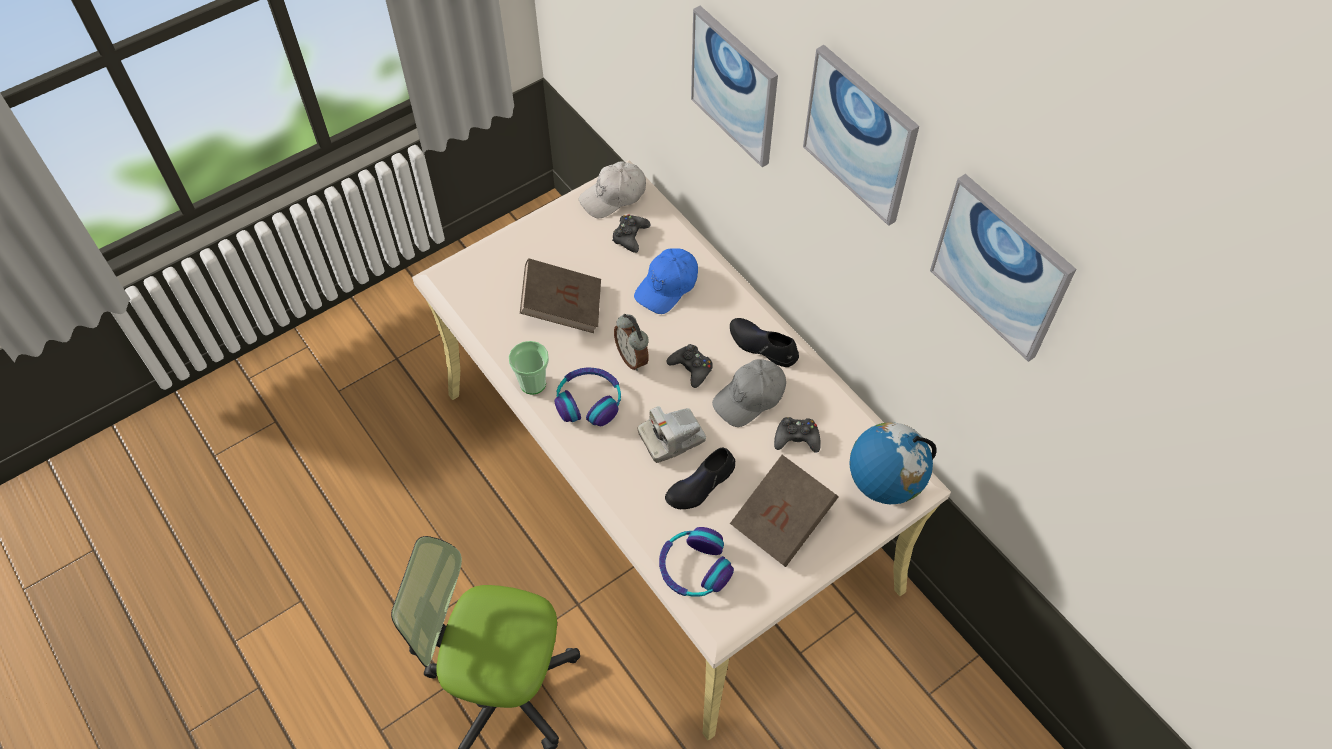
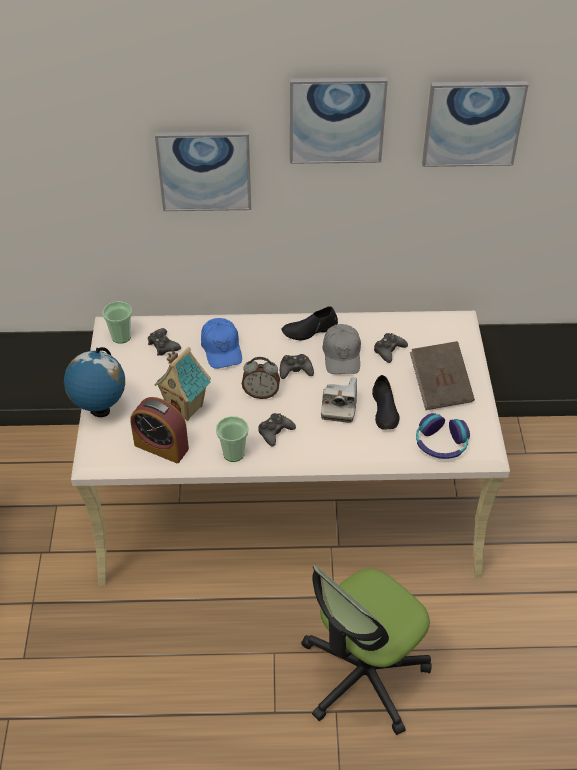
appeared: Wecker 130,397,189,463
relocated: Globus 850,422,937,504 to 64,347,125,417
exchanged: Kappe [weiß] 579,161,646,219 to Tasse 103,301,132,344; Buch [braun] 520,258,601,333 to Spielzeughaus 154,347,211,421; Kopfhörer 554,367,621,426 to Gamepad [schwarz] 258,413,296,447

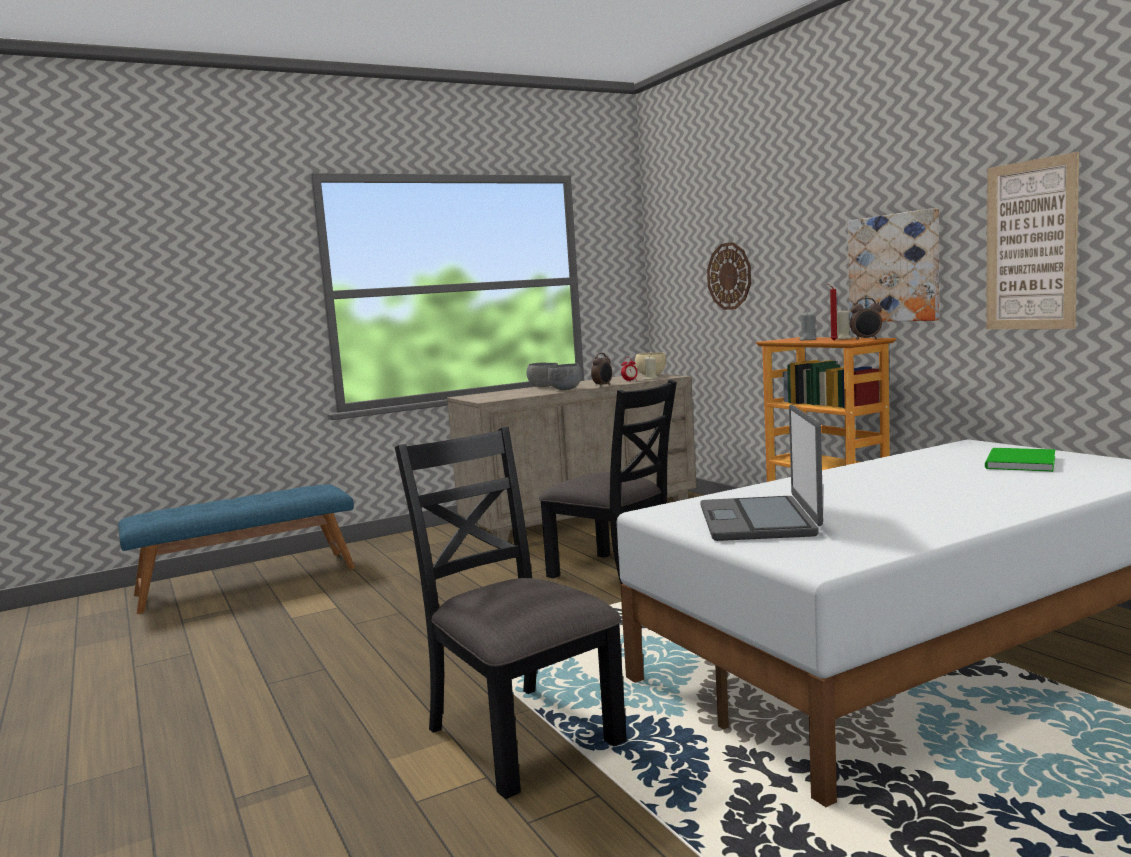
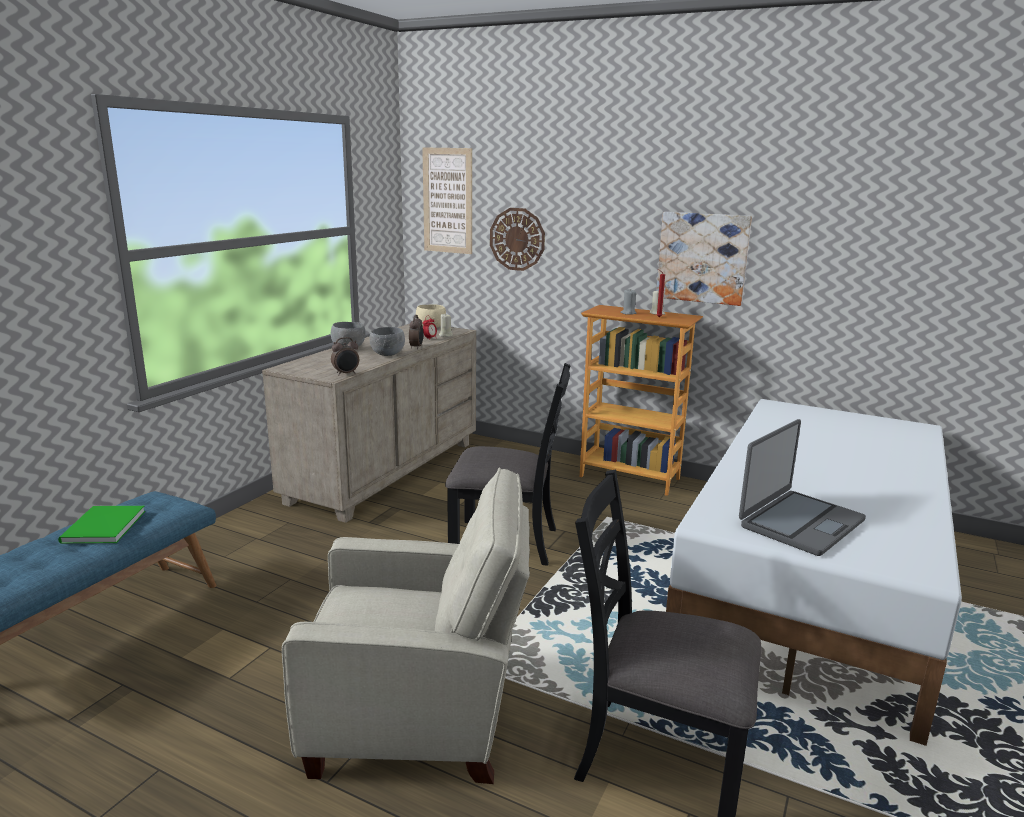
appeared: Sessel [beige] 282,467,530,784
relocated: Buch [grün] 985,448,1055,472 to 58,506,145,544; Wecker 850,298,882,340 to 331,337,359,375; Bild 986,152,1079,329 to 422,147,472,254
spun: Laptop 700,405,823,541 = 739,419,866,556 105 degrees counterclockwise

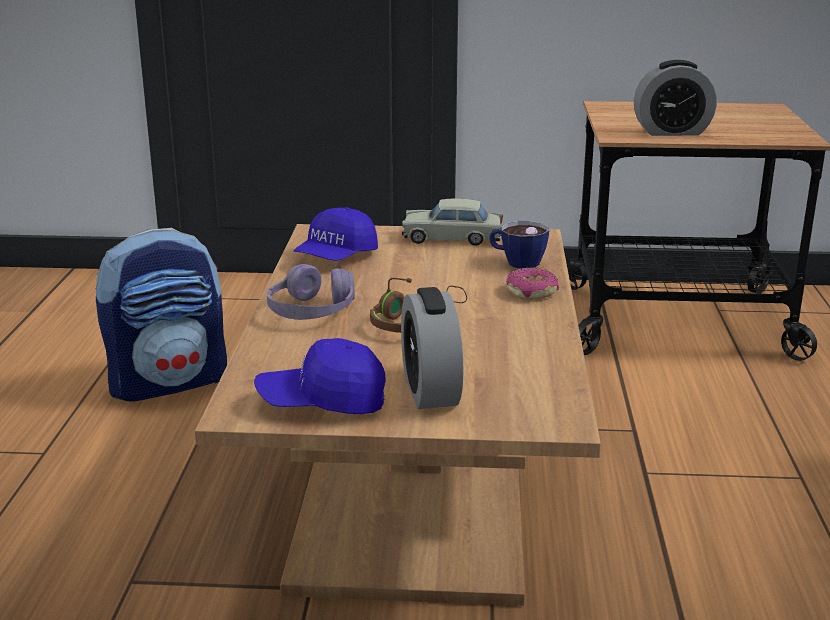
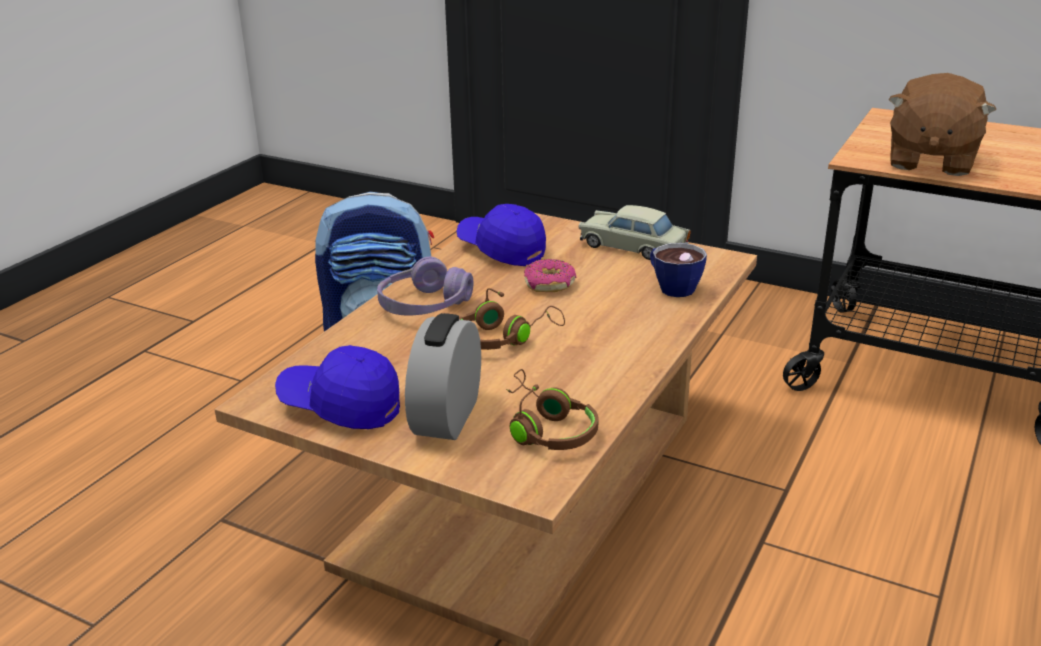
appeared: Kopfhörer [braun] 506,369,599,450
relocated: Donut 506,267,559,300 to 524,259,576,292
exchanged: Wecker 634,60,717,136 to Plüschtier [braun] 889,73,996,176
spun: Kappe [blau] 293,207,378,261 = 457,204,546,266 75 degrees clockwise

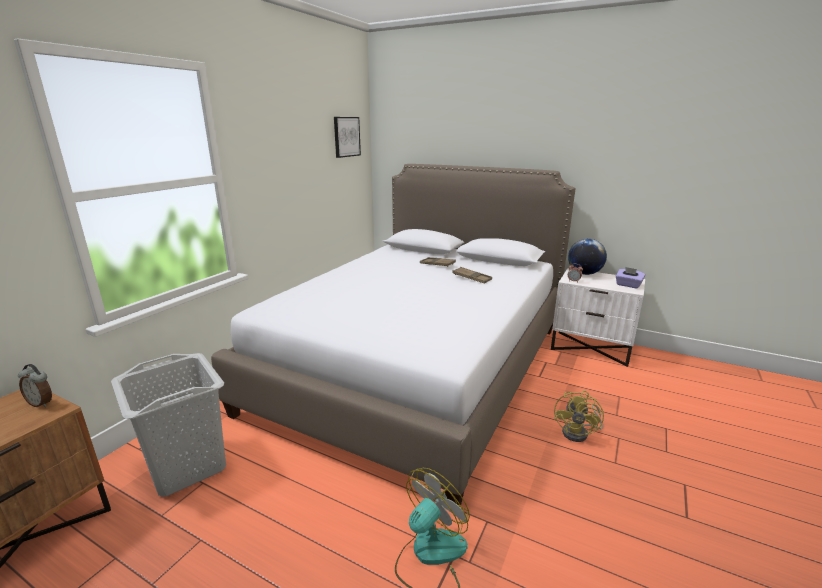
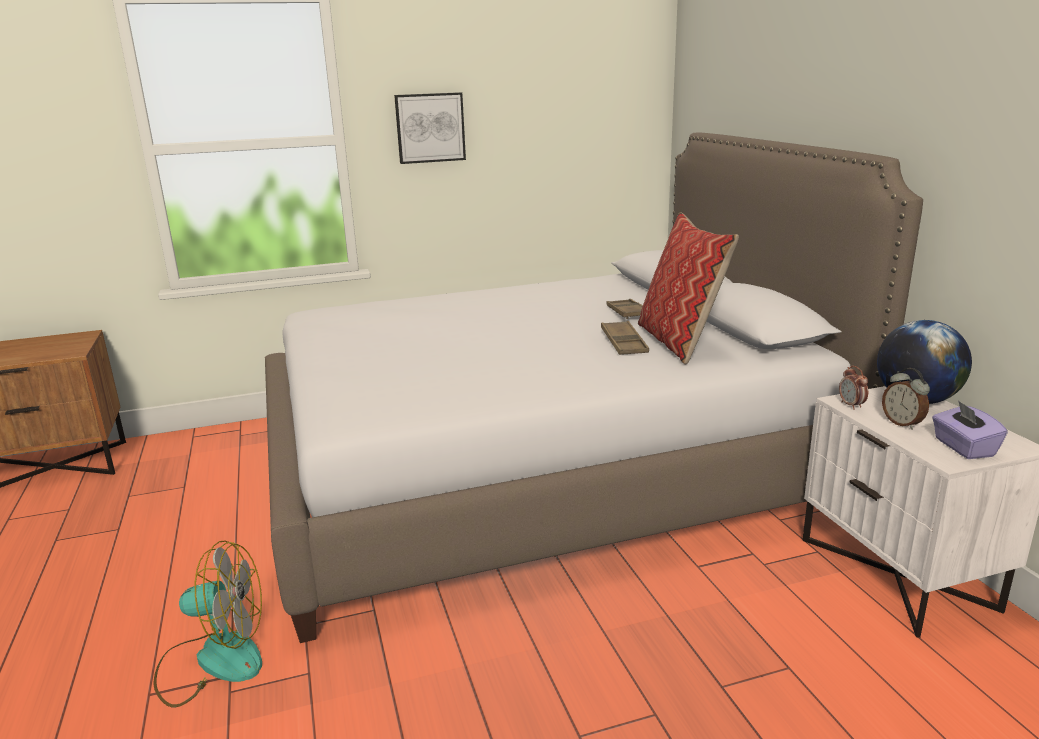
missing: Wäschekorb [grau] 111,353,226,497; Ventilator [gelb] 554,391,604,442
appeared: Kissen 638,212,739,364
relocated: Bild 334,117,361,158 to 394,92,466,164; Wecker 18,364,52,407 to 882,368,930,430

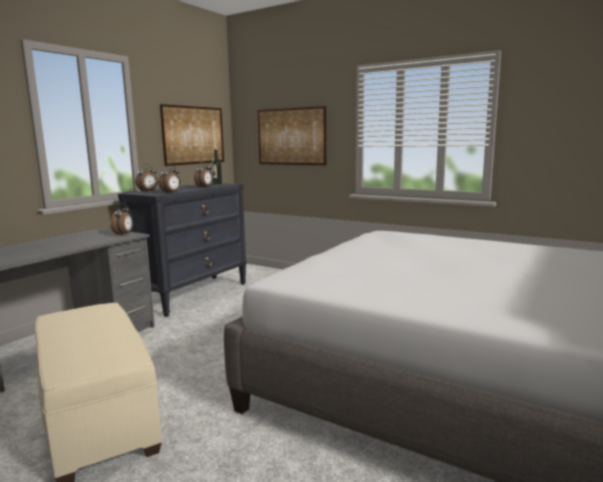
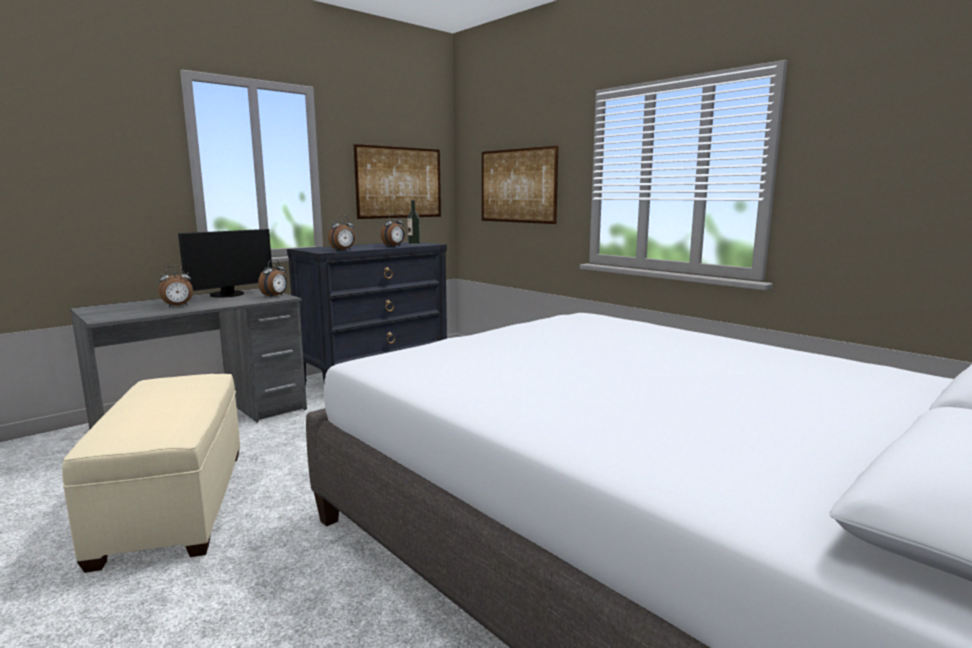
appeared: Monitor 178,229,272,297
relocated: Wecker 135,164,157,192 to 159,266,193,307

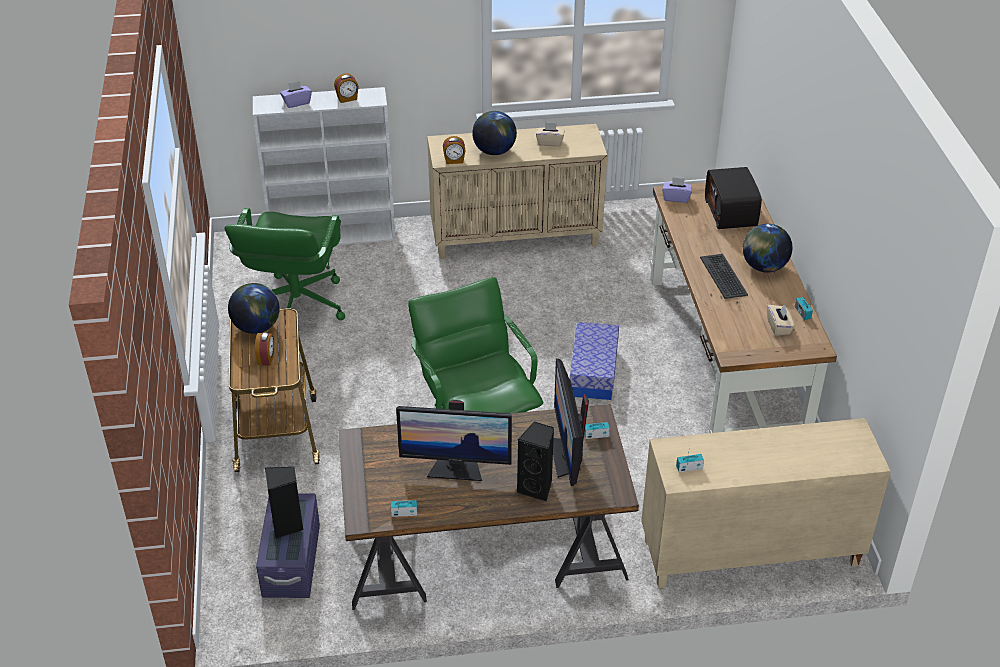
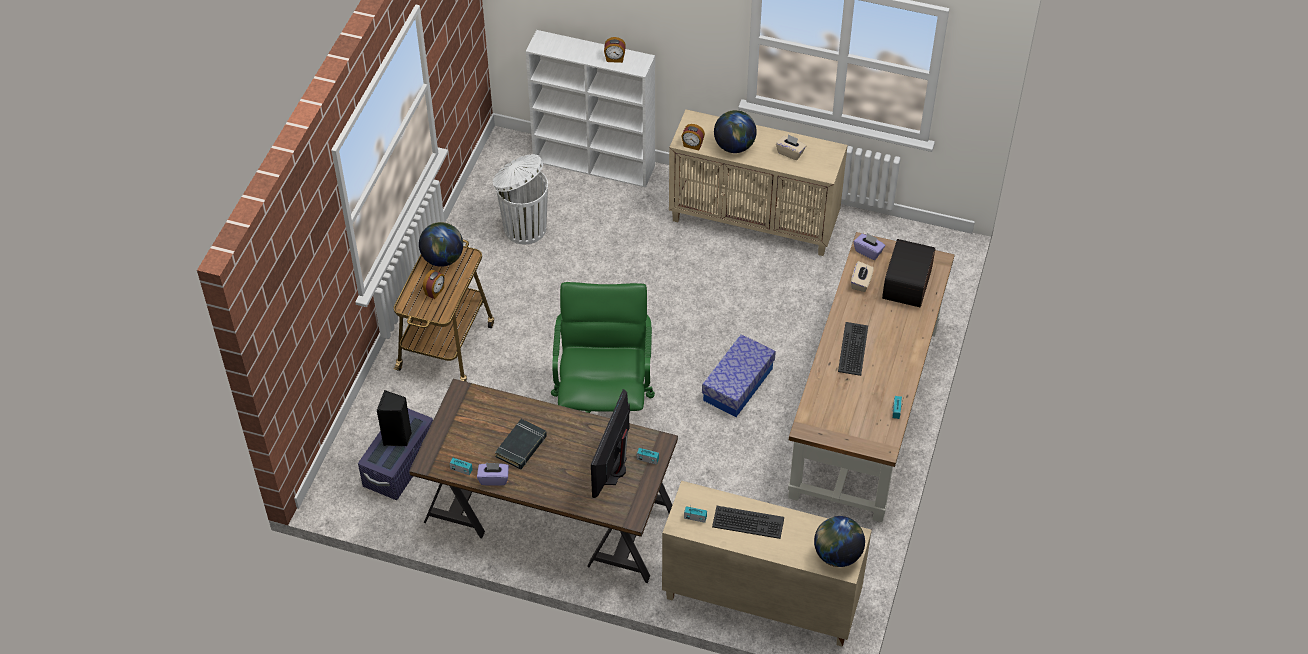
missing: Lautsprecher [schwarz] 517,421,554,502
appeared: Tastatur 712,506,784,539
relocated: Taschentuchbox [lila] 280,81,312,108 to 477,462,509,485; Globus 743,224,792,273 to 814,516,865,567; Taschentuchbox [beige] 767,305,795,336 to 851,261,874,292
exchanged: Bürostuhl [grün] 225,208,345,336 to Mülleimer [weiß] 493,154,548,244; Monitor 396,400,512,481 to Buch [schwarz] 495,419,547,470

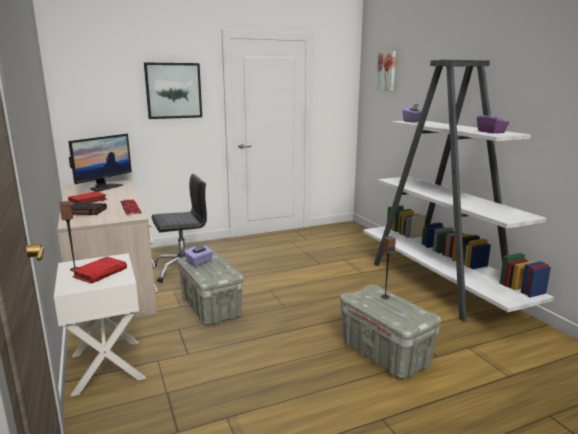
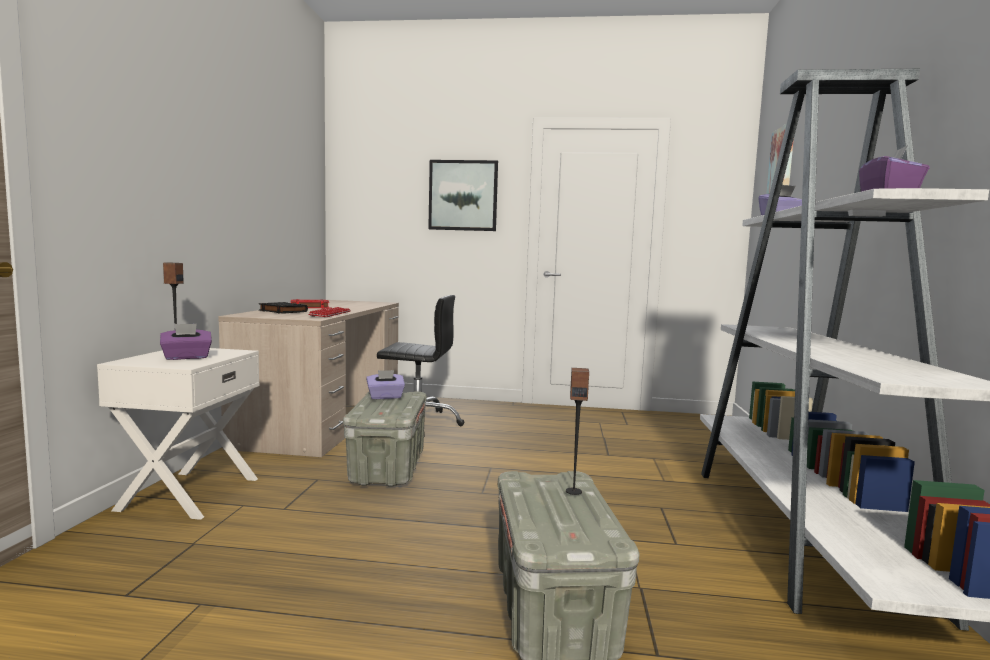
missing: Monitor 68,134,132,192
exchanged: Buch [rot] 71,257,127,283 to Taschentuchbox [lila] 160,324,212,360

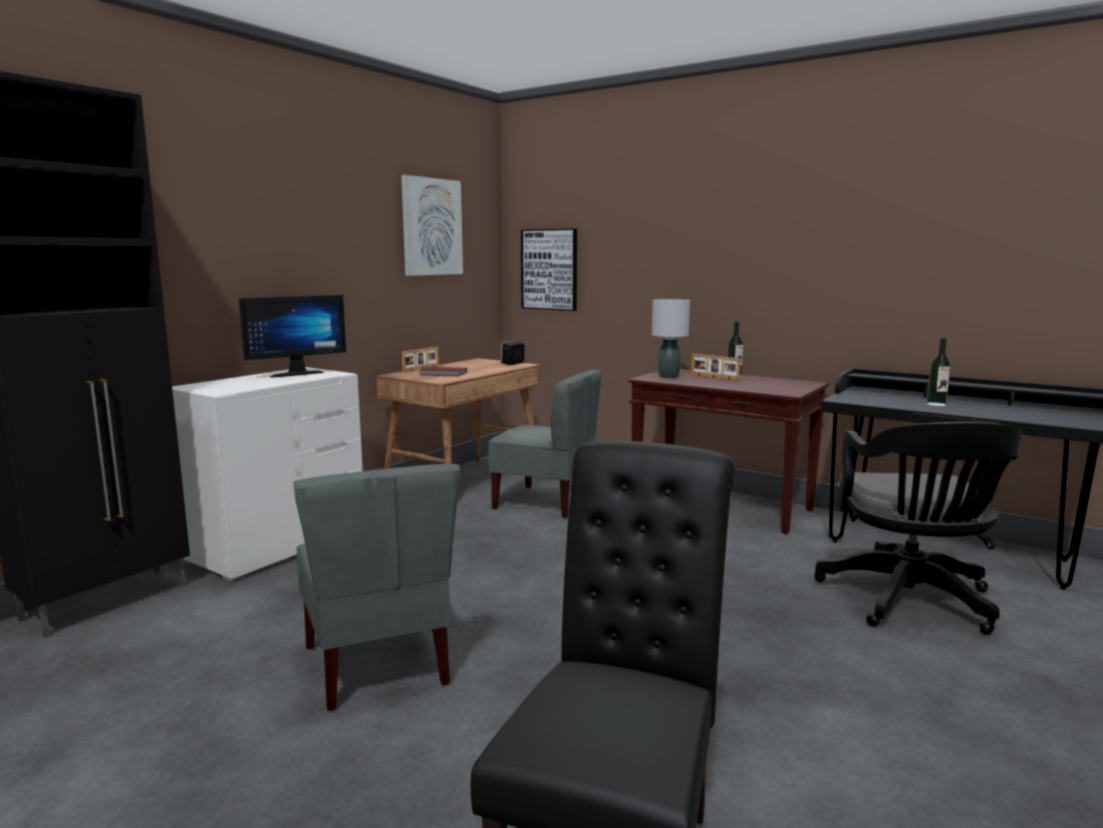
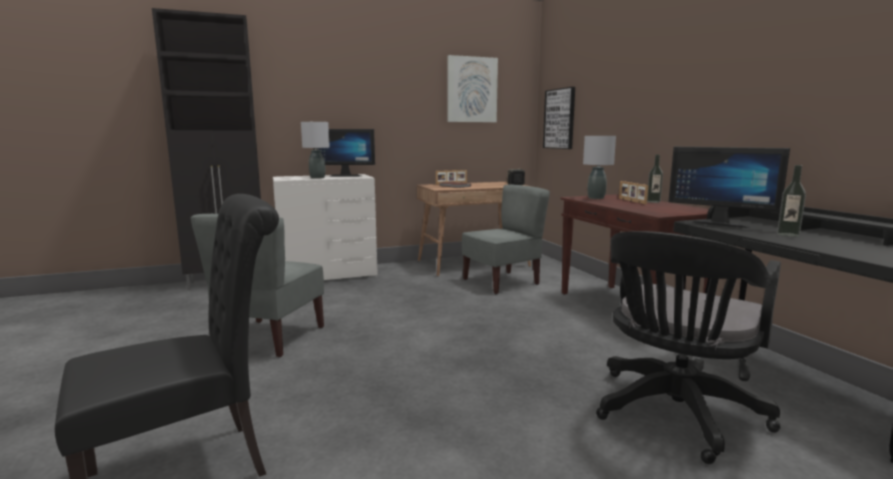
appeared: Tischlampe [grau] 301,122,330,179; Monitor 668,147,790,228
spun: Stuhl [grau] 488,370,602,518 = 462,185,550,294 90 degrees counterclockwise

